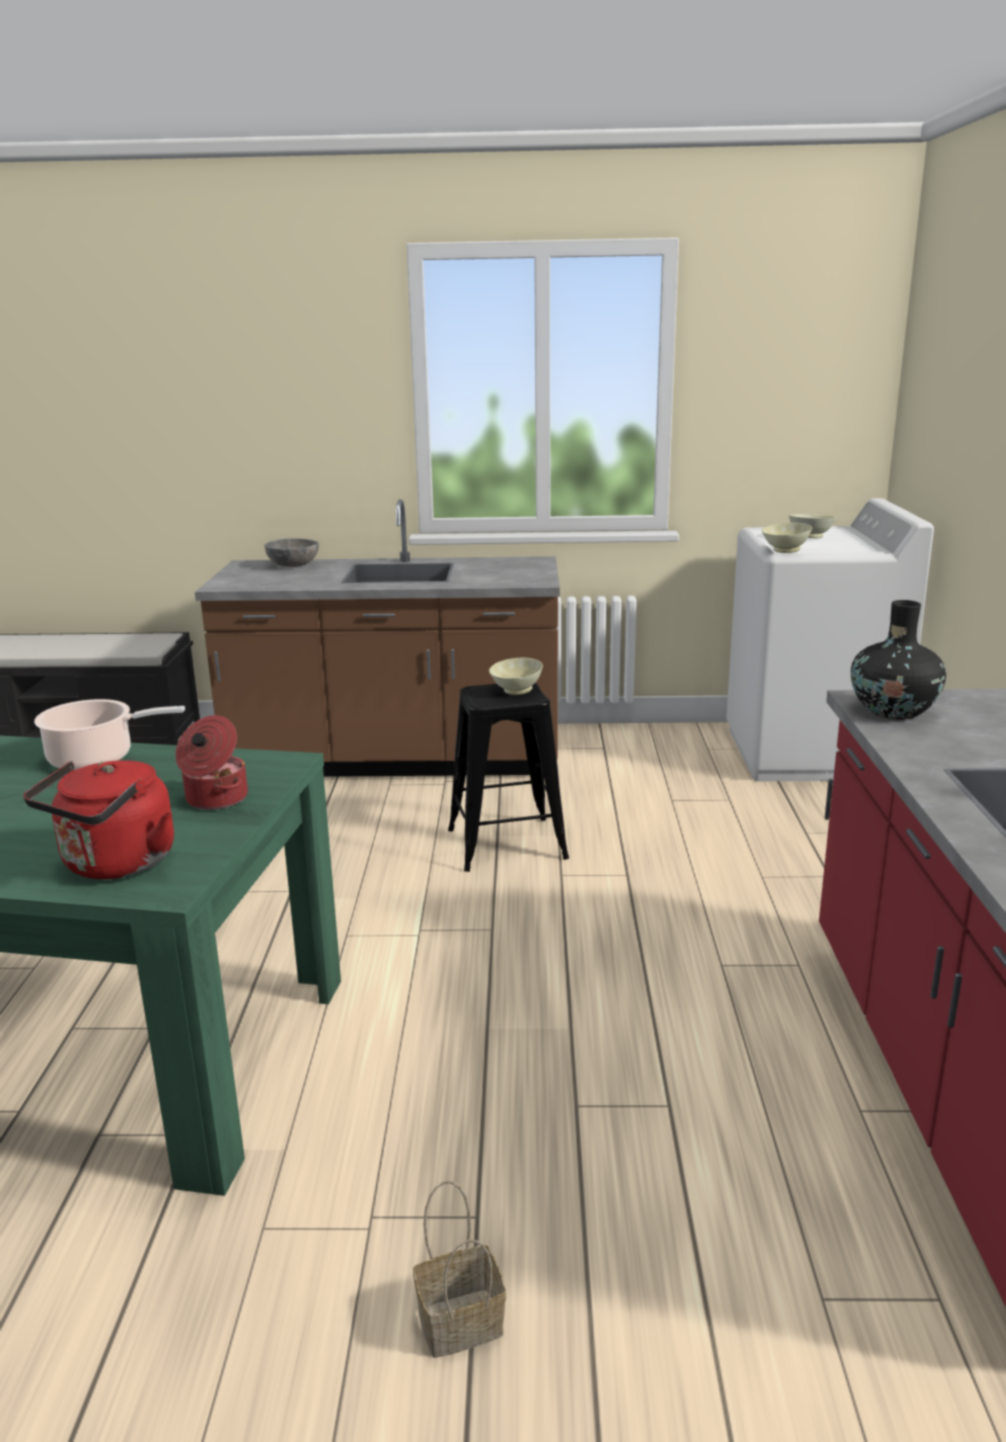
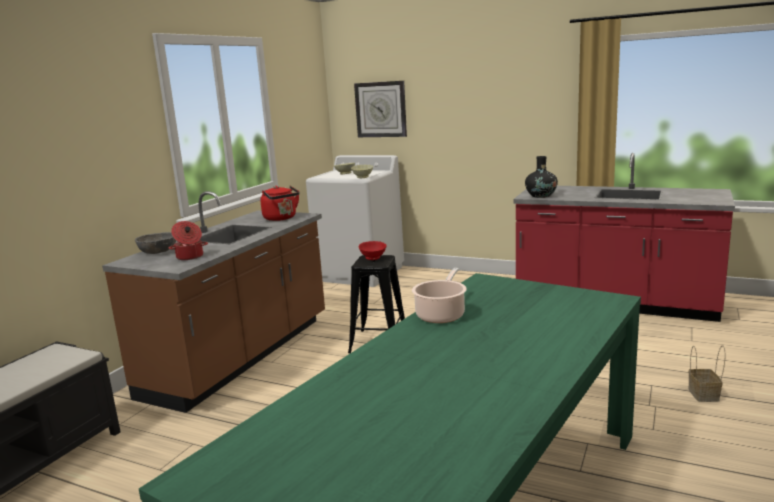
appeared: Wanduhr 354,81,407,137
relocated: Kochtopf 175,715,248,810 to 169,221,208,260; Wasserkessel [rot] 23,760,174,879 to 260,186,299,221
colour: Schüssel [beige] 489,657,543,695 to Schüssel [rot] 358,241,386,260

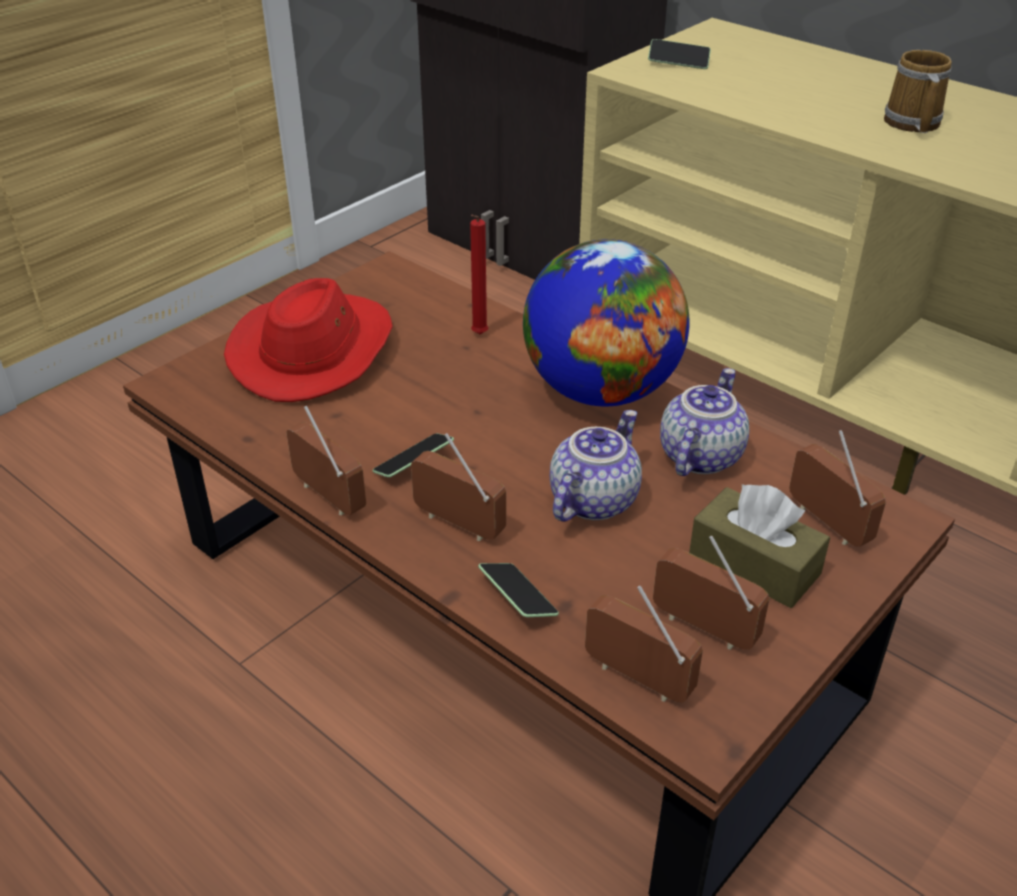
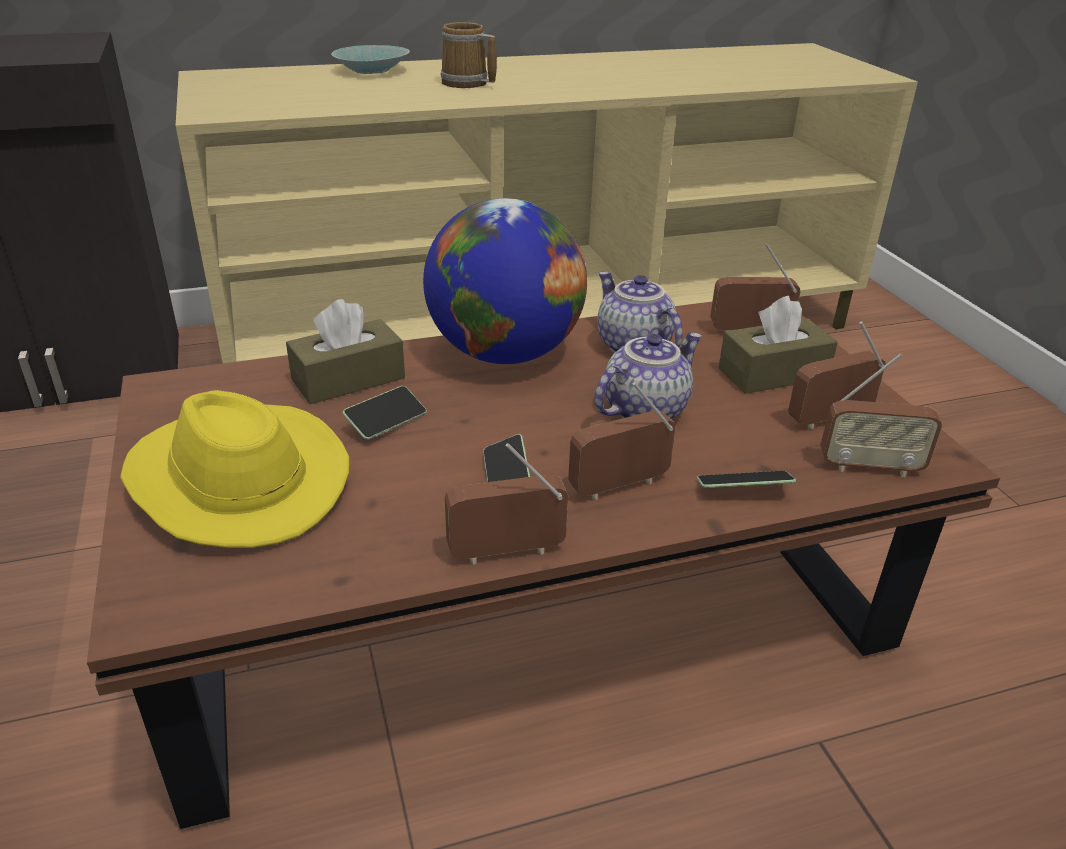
appeared: Schüssel [türkis] 331,45,410,74
relocated: Handy 648,39,711,69 to 343,386,427,440
exchanged: Kerze [rot] 470,215,488,334 to Taschentuchbox [braun] 286,299,405,404
colour: Hut [rot] 224,278,393,402 to Hut [gelb] 120,390,349,548
spun: Teekanne 550,410,642,522 = 594,332,702,419 75 degrees clockwise; Radio 585,586,703,703 = 821,354,942,477 150 degrees counterclockwise

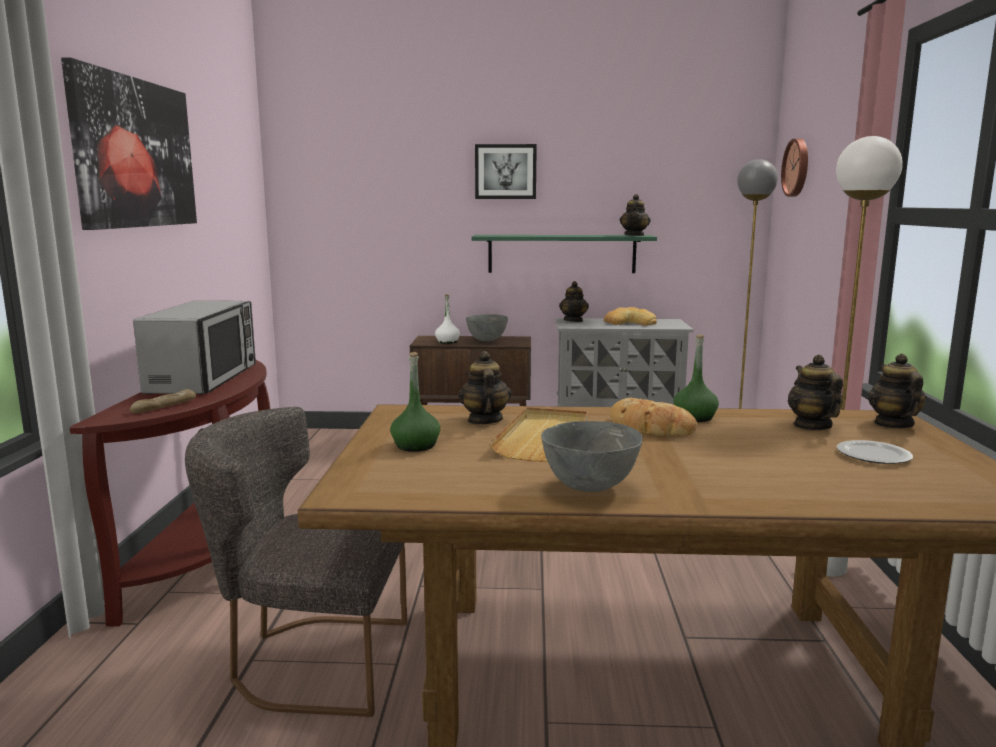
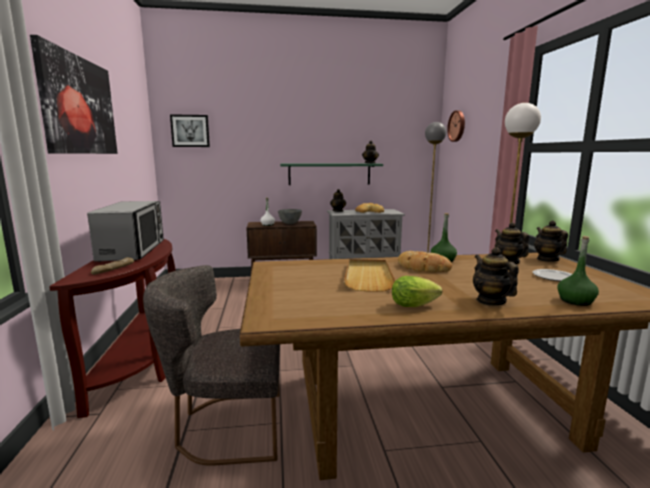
relocated: Bild 475,144,537,199 to 170,114,210,147; Teekanne 458,351,512,425 to 473,247,519,306; Flasche [grün] 390,352,440,452 to 557,236,599,306
exchanged: Schüssel [grau] 541,421,643,492 to Salatkopf 392,276,442,307

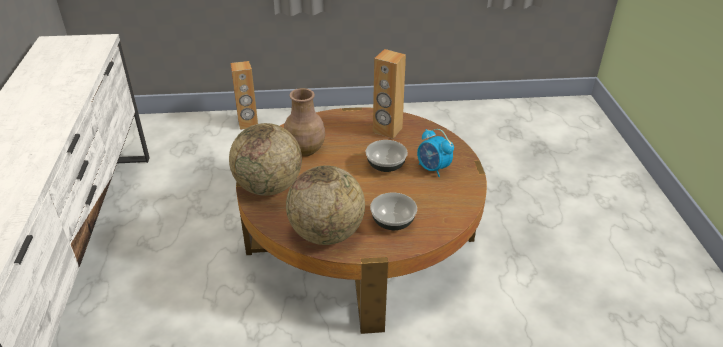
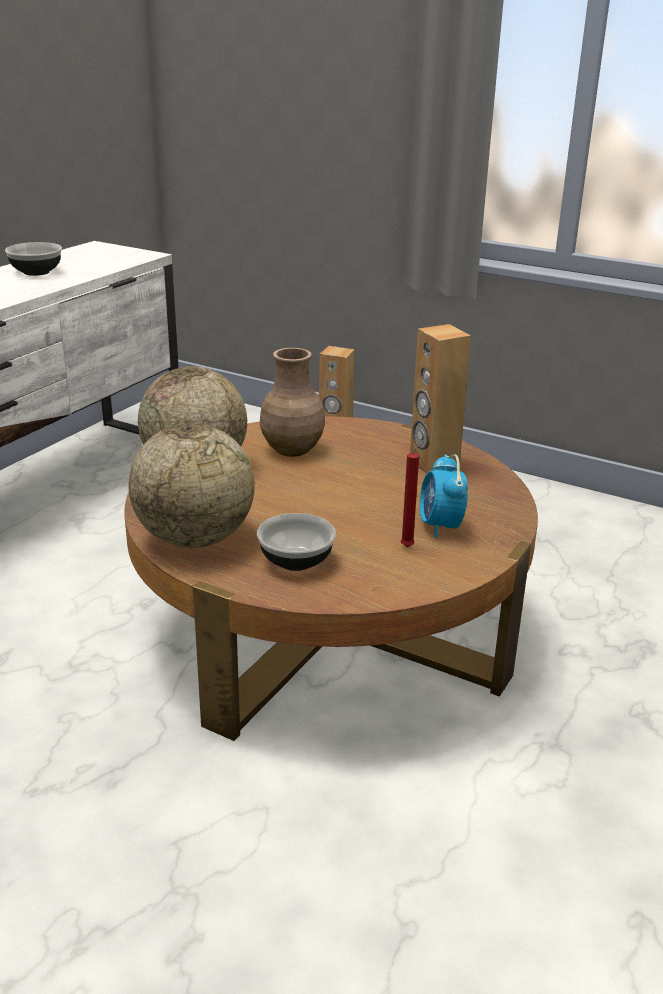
appeared: Kerze [rot] 400,442,424,547
relocated: Schüssel 366,140,408,172 to 5,242,62,276

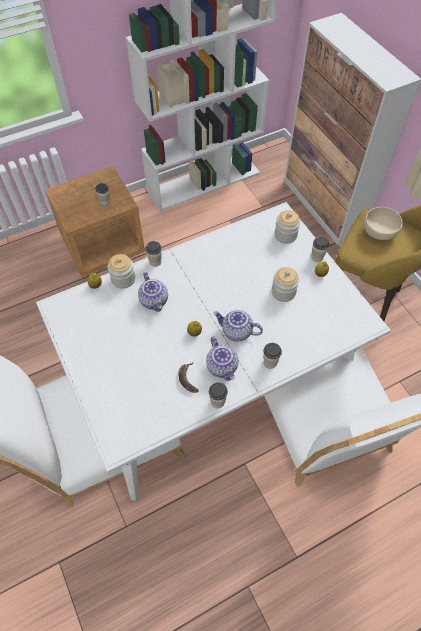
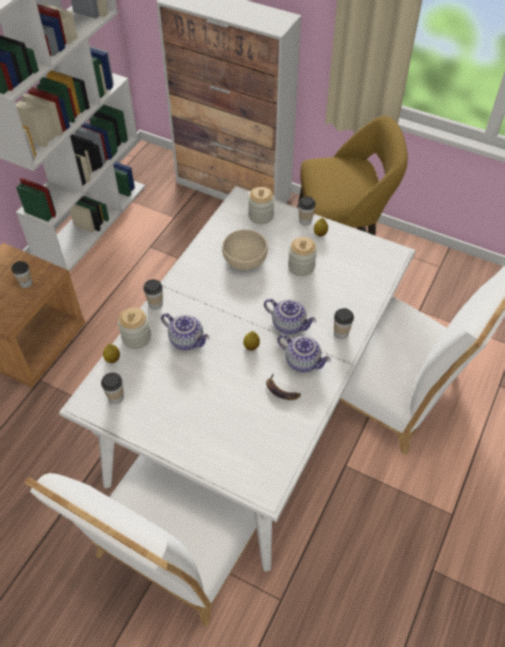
relocated: Tasse 209,382,228,408 to 101,372,124,404; Schüssel [beige] 364,207,403,240 to 222,230,268,270
spun: Teekanne 213,310,263,342 = 264,299,316,334 135 degrees counterclockwise

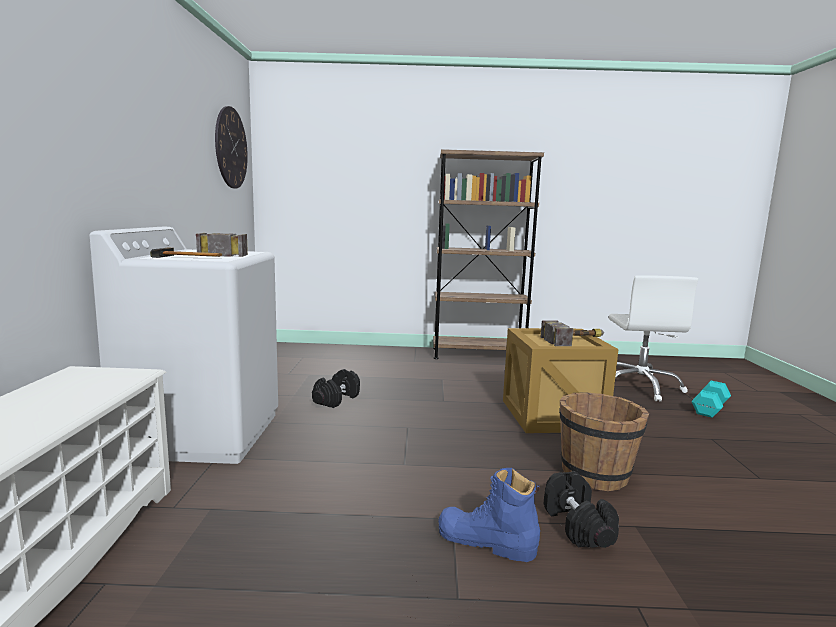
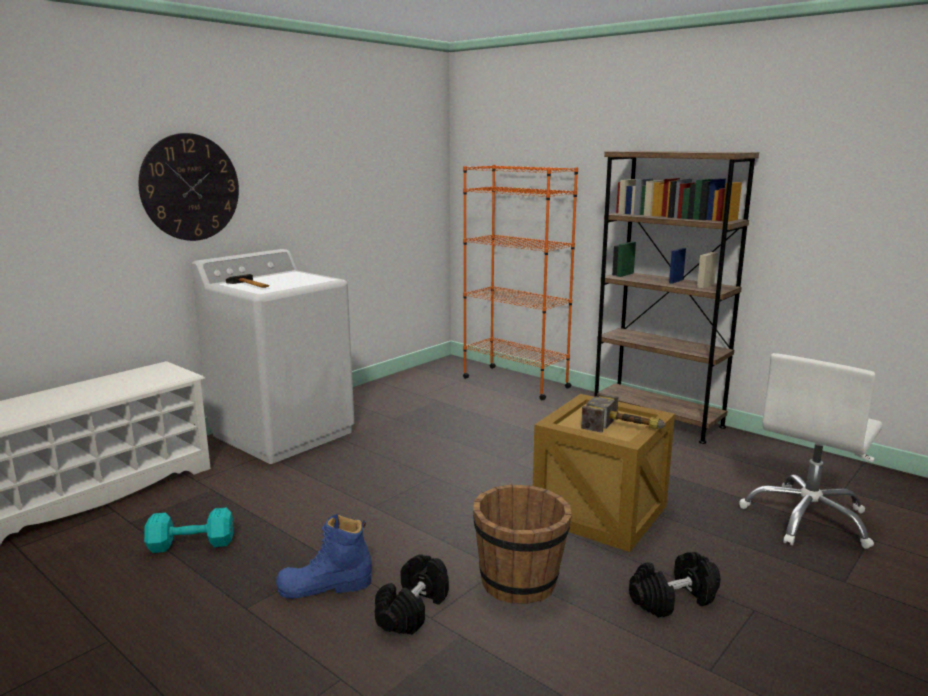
missing: Hammer 196,233,248,257
appeared: Bücherregal [orange] 463,165,578,400
relocated: Wanduhr 215,106,248,189 to 138,133,239,241; Hantel [türkis] 691,381,731,418 to 144,508,233,553; Hantel [schwarz] 312,369,360,408 to 629,552,721,618
spun: Stiefel [blau] 438,468,540,562 = 276,514,372,599 75 degrees counterclockwise

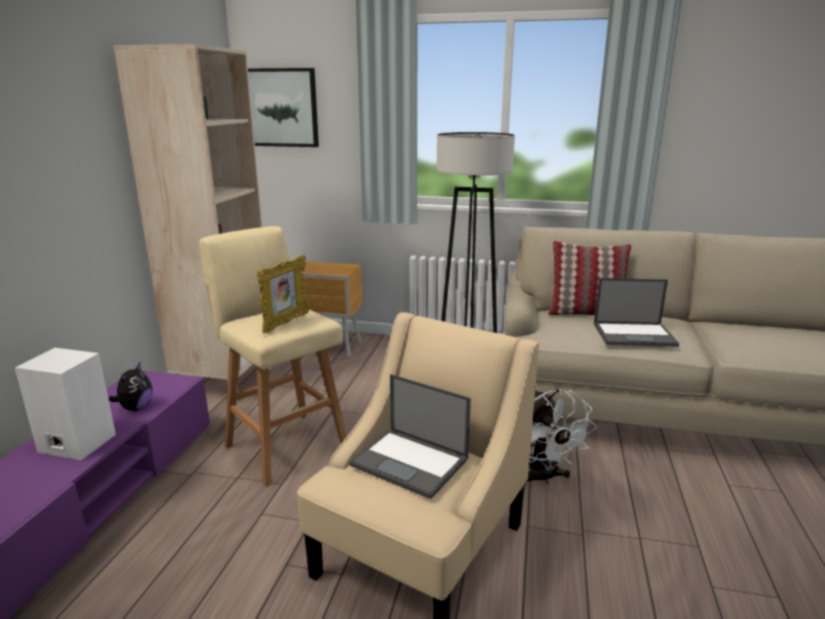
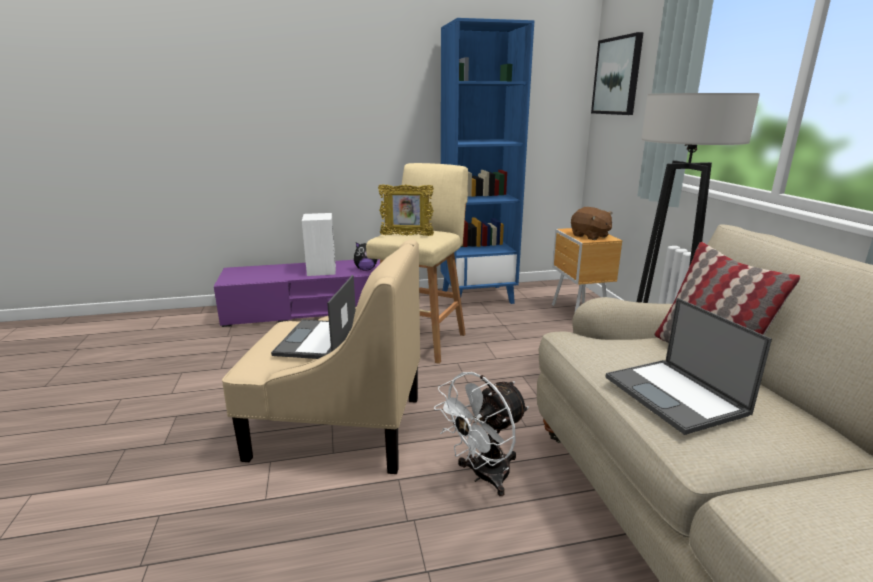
appeared: Plüschtier [braun] 571,207,612,240
colour: Bücherregal [beige] 113,44,271,402 to Bücherregal [blau] 440,18,534,304

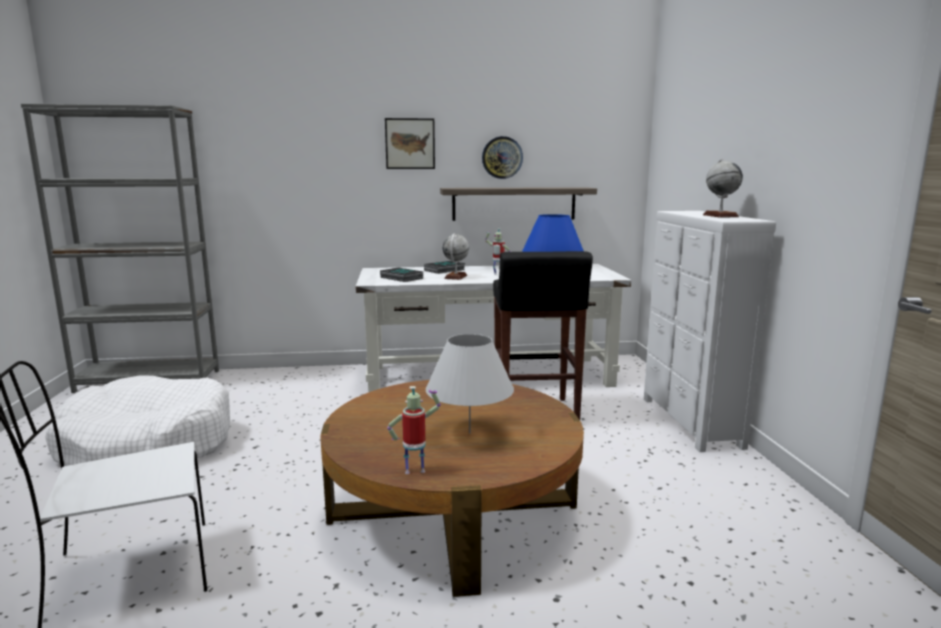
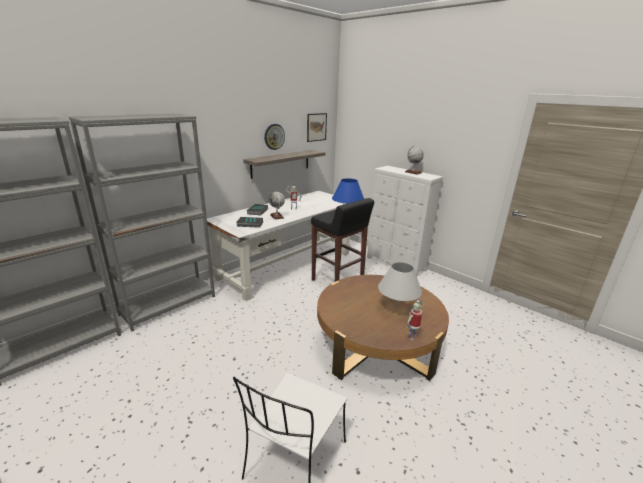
missing: Hundebett [weiß] 46,375,230,466
appeared: Bücherregal [grau] 68,113,215,332
relocated: Bild 385,118,435,169 to 307,113,327,142

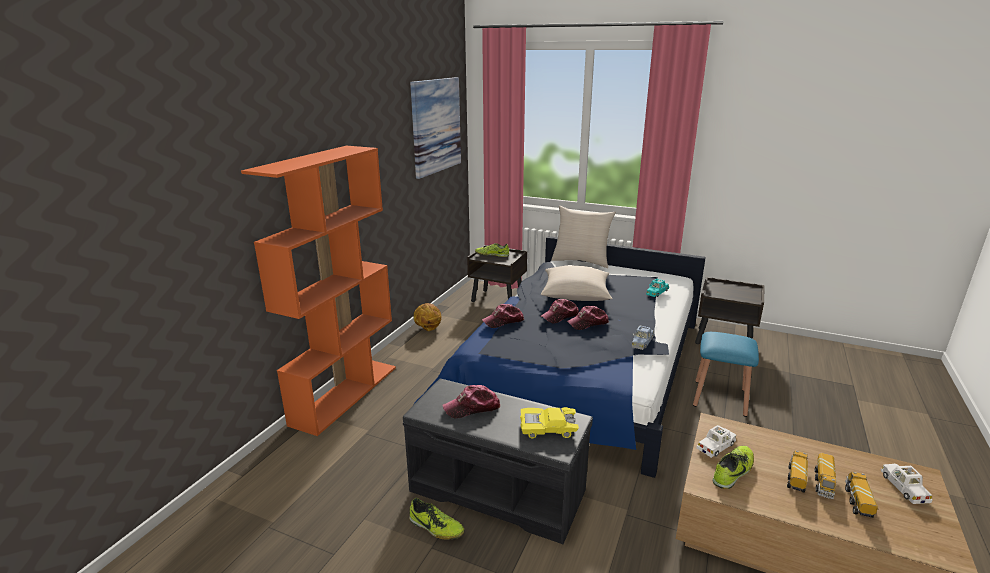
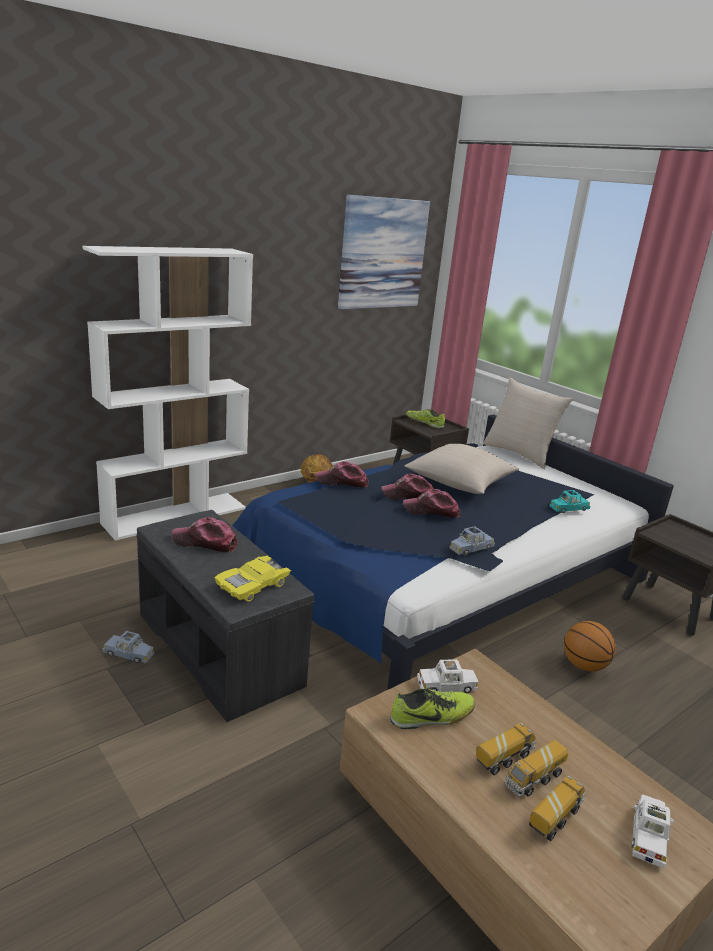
exchanged: Schuh 409,498,465,539 to Spielzeugauto [blau] 102,631,154,663; Hocker [blau] 693,332,759,417 to Basketball 564,621,616,672
colour: Bücherregal [orange] 241,146,396,436 to Bücherregal [weiß] 83,246,253,541
spun: Spielzeugauto [gelb] 520,407,579,438 = 215,556,291,602 75 degrees counterclockwise

